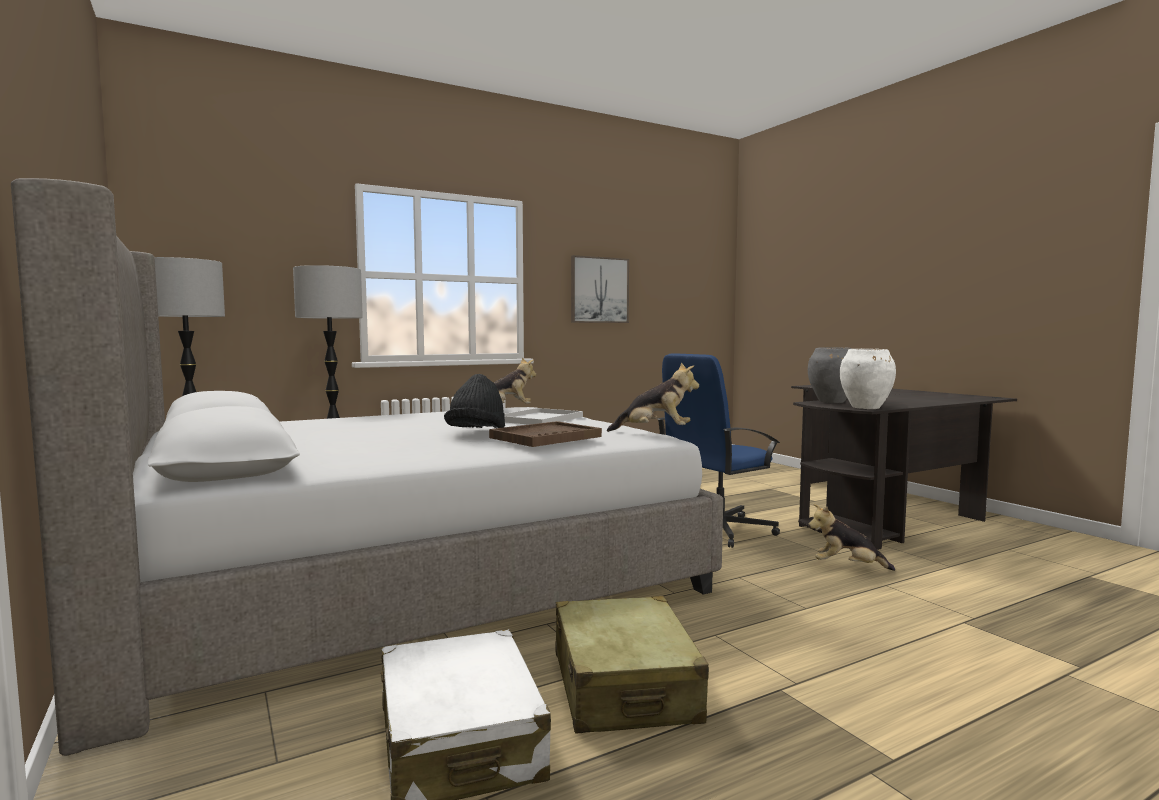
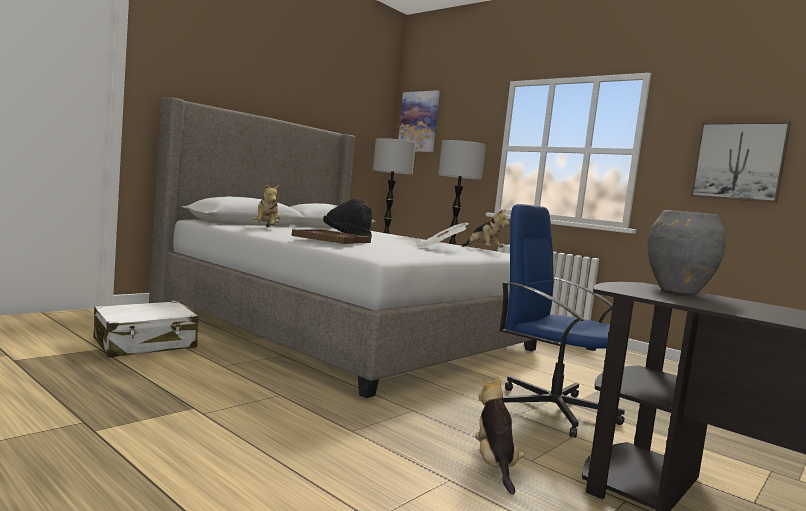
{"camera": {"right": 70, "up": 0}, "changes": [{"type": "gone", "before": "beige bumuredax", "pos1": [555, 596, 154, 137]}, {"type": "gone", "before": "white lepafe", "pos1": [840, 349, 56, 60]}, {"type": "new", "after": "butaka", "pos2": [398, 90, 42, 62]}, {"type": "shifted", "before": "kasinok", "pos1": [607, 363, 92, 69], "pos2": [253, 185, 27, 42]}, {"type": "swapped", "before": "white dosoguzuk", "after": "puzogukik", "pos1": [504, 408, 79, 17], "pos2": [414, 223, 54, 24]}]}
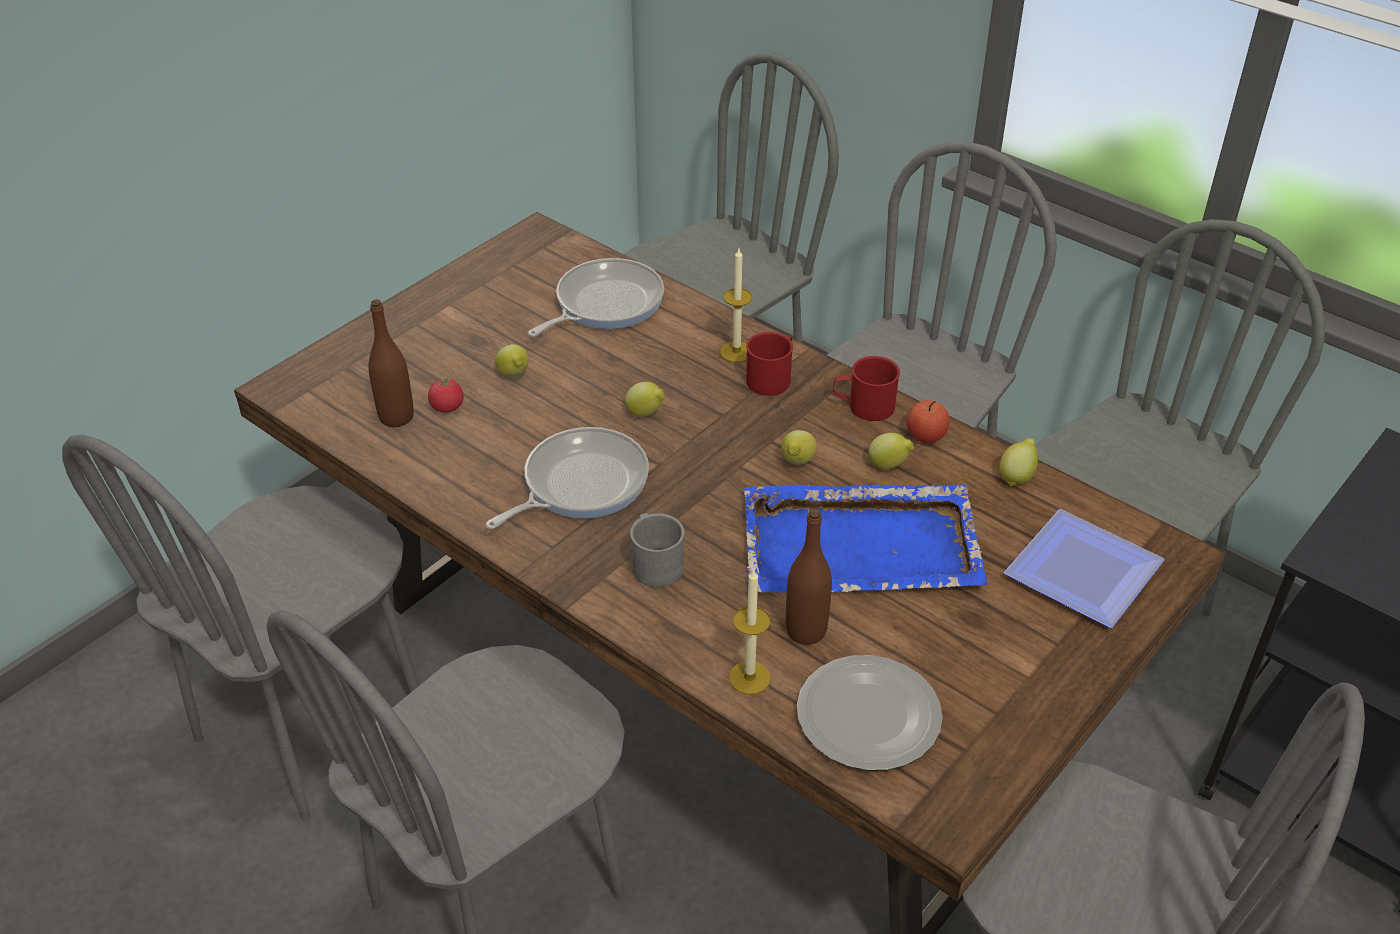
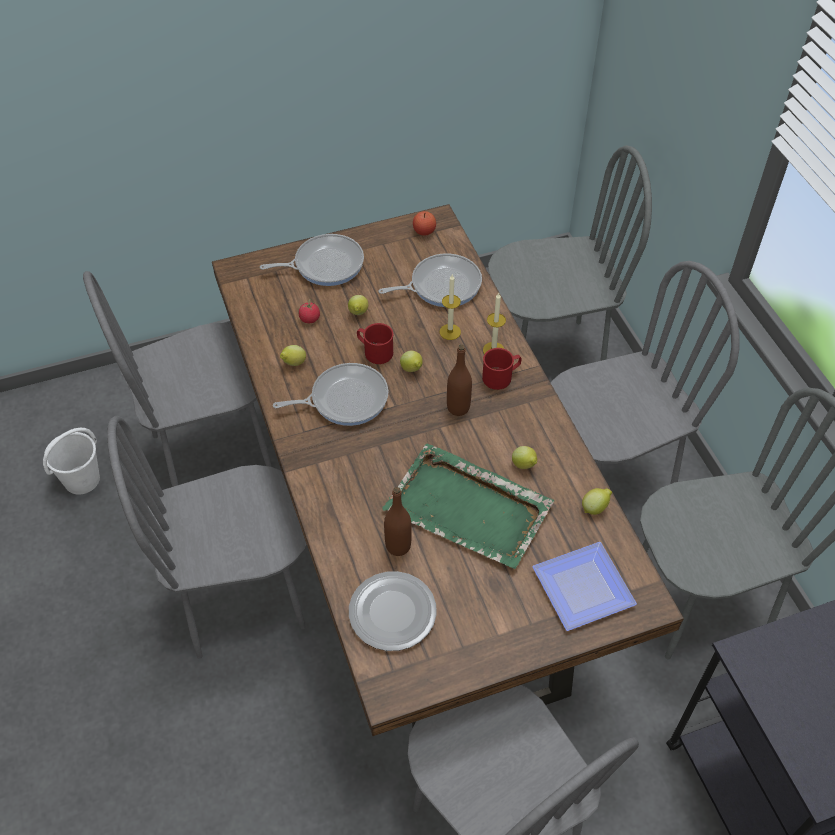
{"camera": {"right": 30, "up": 10}, "changes": [{"type": "gone", "before": "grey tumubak", "pos1": [630, 513, 54, 74]}, {"type": "new", "after": "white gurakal", "pos2": [43, 428, 57, 67]}, {"type": "new", "after": "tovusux", "pos2": [260, 234, 104, 52]}, {"type": "shifted", "before": "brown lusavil", "pos1": [369, 300, 45, 127], "pos2": [447, 345, 25, 71]}, {"type": "shifted", "before": "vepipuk", "pos1": [729, 568, 42, 126], "pos2": [440, 275, 21, 65]}, {"type": "shifted", "before": "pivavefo", "pos1": [781, 430, 36, 35], "pos2": [280, 345, 26, 21]}, {"type": "shifted", "before": "red tumubak", "pos1": [833, 356, 67, 65], "pos2": [357, 323, 36, 41]}, {"type": "shifted", "before": "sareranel", "pos1": [907, 400, 43, 43], "pos2": [413, 211, 23, 25]}, {"type": "repainted", "before": "blue dosoguzuk", "after": "green dosoguzuk", "pos1": [744, 484, 244, 109], "pos2": [382, 443, 172, 126]}]}
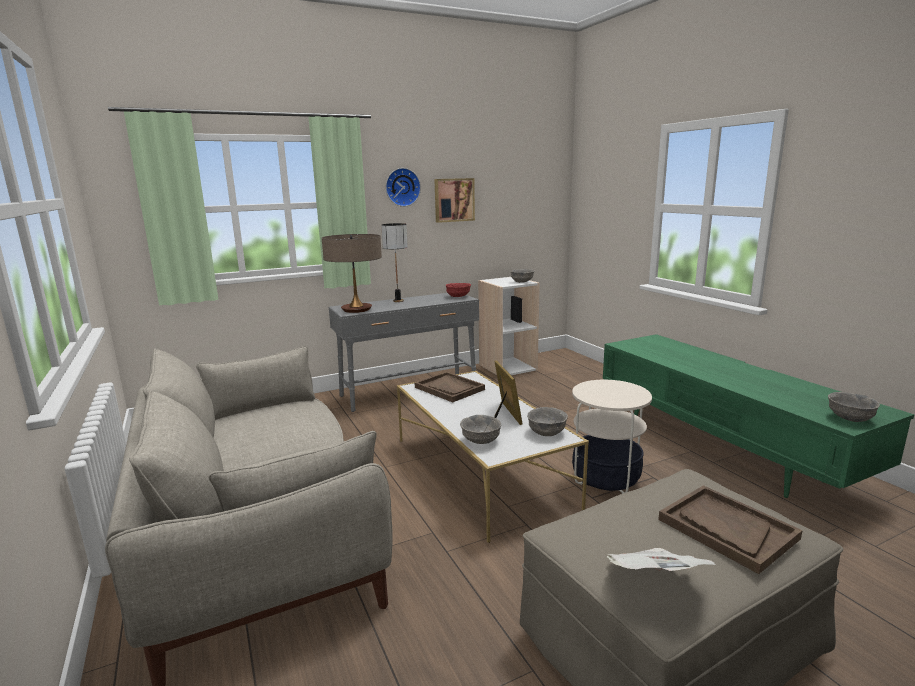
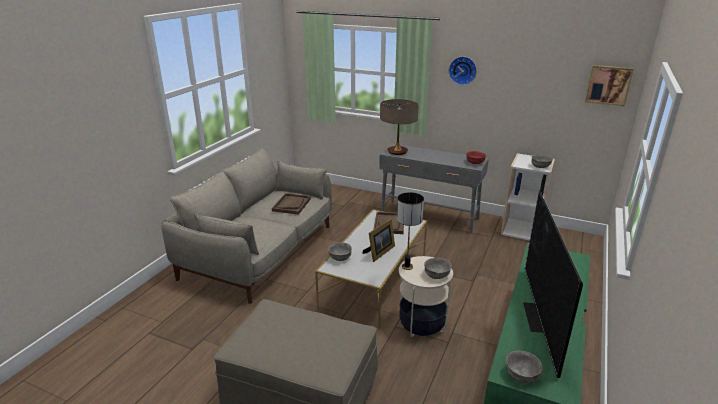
{"camera": {"right": 50, "up": 10}, "changes": [{"type": "gone", "before": "puzogukik", "pos1": [607, 548, 109, 23]}, {"type": "new", "after": "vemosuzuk", "pos2": [523, 191, 60, 187]}, {"type": "shifted", "before": "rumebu", "pos1": [381, 223, 27, 79], "pos2": [397, 192, 27, 78]}, {"type": "shifted", "before": "butaka", "pos1": [434, 178, 41, 45], "pos2": [585, 65, 49, 41]}, {"type": "shifted", "before": "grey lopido", "pos1": [527, 407, 41, 29], "pos2": [424, 258, 28, 21]}, {"type": "shifted", "before": "brown dosoguzuk", "pos1": [658, 485, 145, 89], "pos2": [272, 193, 39, 22]}]}
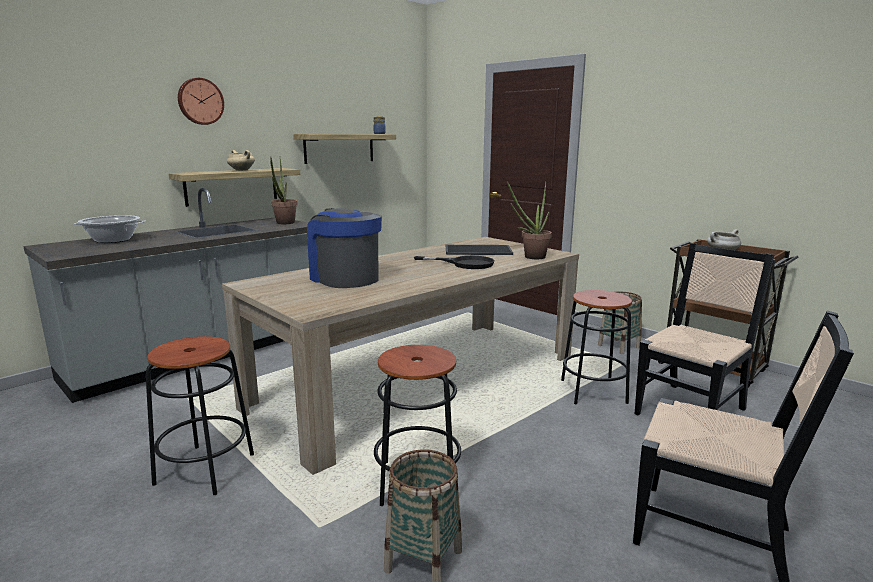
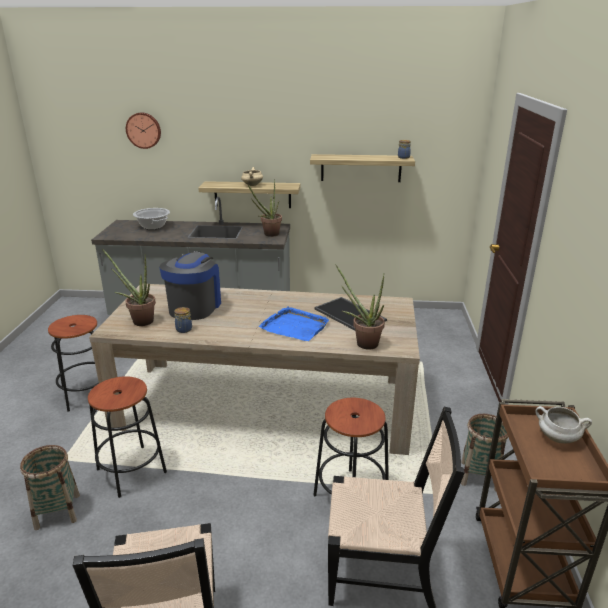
{"camera": {"right": 50, "up": 10}, "changes": [{"type": "new", "after": "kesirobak", "pos2": [102, 249, 54, 77]}, {"type": "new", "after": "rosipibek", "pos2": [174, 307, 18, 26]}, {"type": "shifted", "before": "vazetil", "pos1": [178, 78, 46, 47], "pos2": [126, 113, 35, 36]}, {"type": "swapped", "before": "black tovusux", "after": "blue dosoguzuk", "pos1": [414, 256, 80, 13], "pos2": [259, 306, 70, 35]}]}
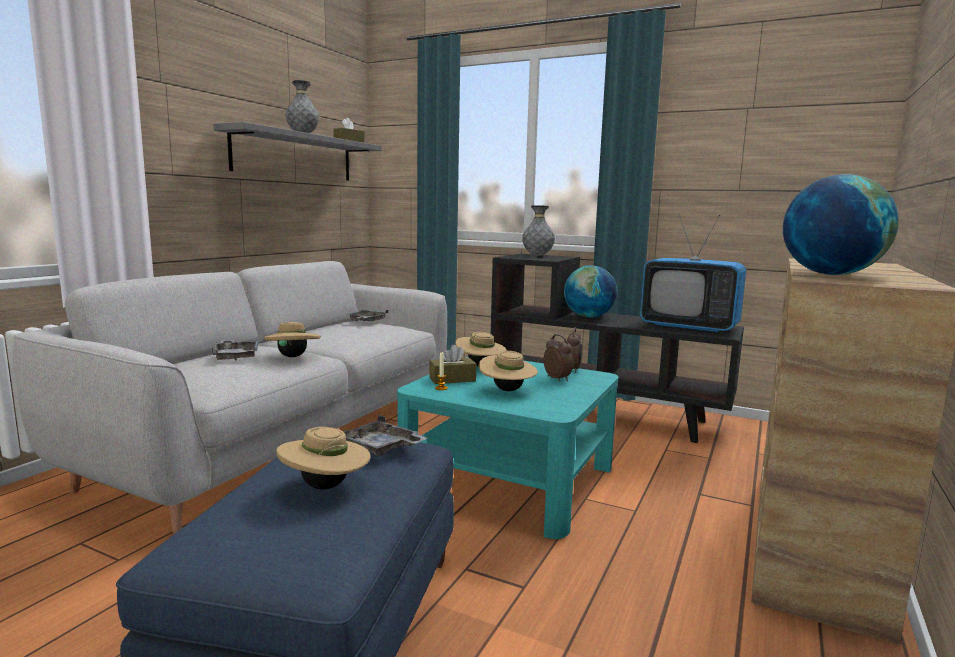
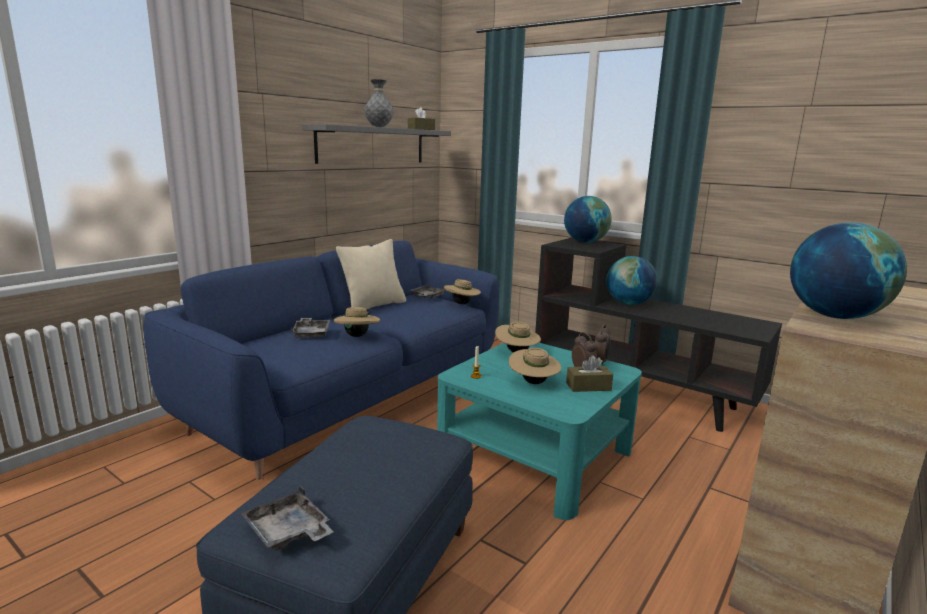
{"camera": {"right": 10, "up": 5}, "changes": [{"type": "gone", "before": "vemosuzuk", "pos1": [640, 214, 106, 119]}, {"type": "new", "after": "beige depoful", "pos2": [336, 239, 70, 71]}, {"type": "shifted", "before": "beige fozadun", "pos1": [277, 427, 94, 63], "pos2": [444, 279, 37, 25]}, {"type": "shifted", "before": "grey dosoguzuk", "pos1": [343, 415, 84, 41], "pos2": [241, 485, 92, 66]}, {"type": "shifted", "before": "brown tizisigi", "pos1": [429, 344, 47, 40], "pos2": [566, 355, 47, 37]}, {"type": "swapped", "before": "grey lepafe", "after": "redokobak", "pos1": [522, 205, 33, 51], "pos2": [564, 196, 48, 47]}, {"type": "repainted", "before": "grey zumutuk", "after": "blue zumutuk", "pos1": [13, 261, 434, 272], "pos2": [143, 241, 356, 239]}]}
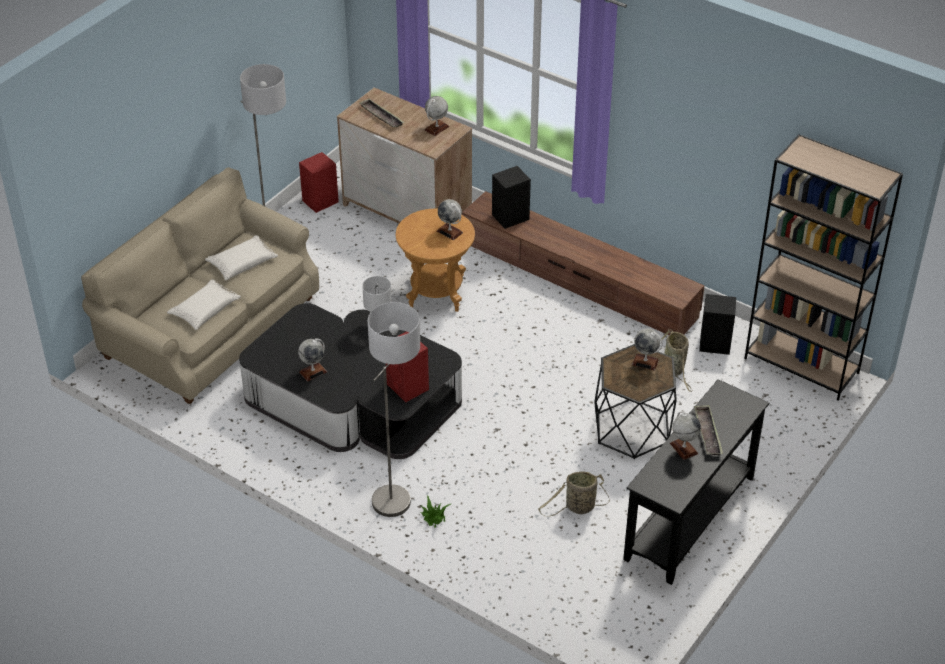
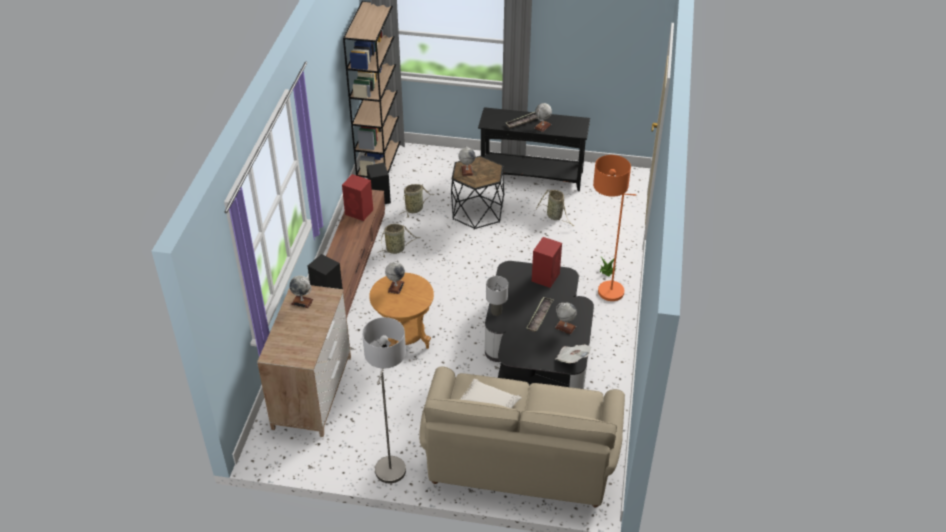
{"camera": {"right": -115, "up": 0}, "changes": [{"type": "gone", "before": "white depoful", "pos1": [167, 279, 74, 51]}, {"type": "new", "after": "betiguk", "pos2": [377, 224, 42, 34]}, {"type": "new", "after": "puzogukik", "pos2": [555, 344, 36, 19]}, {"type": "shifted", "before": "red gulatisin", "pos1": [299, 152, 40, 61], "pos2": [342, 174, 31, 47]}, {"type": "shifted", "before": "dosoguzuk", "pos1": [359, 99, 45, 28], "pos2": [527, 297, 27, 35]}, {"type": "repainted", "before": "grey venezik", "after": "orange venezik", "pos1": [368, 302, 52, 215], "pos2": [593, 155, 44, 146]}]}
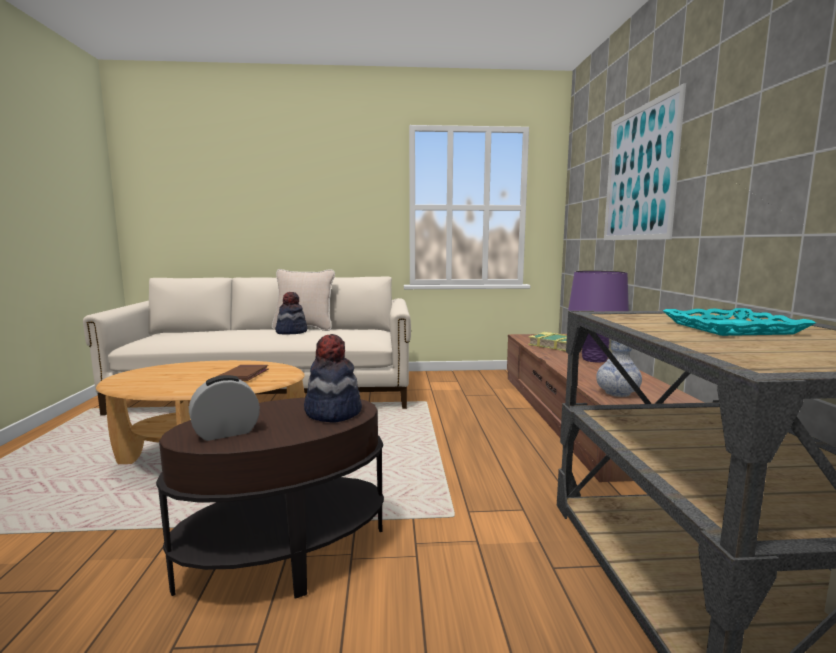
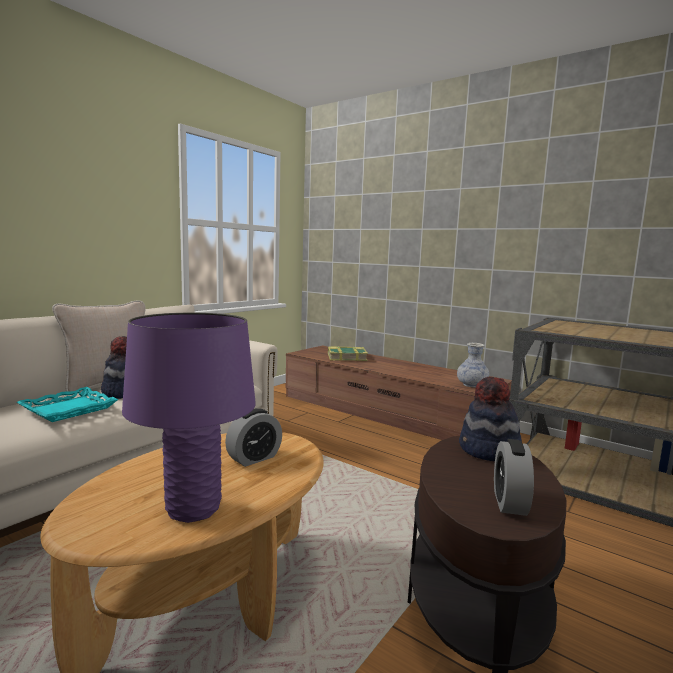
{"camera": {"right": -50, "up": 0}, "changes": [{"type": "gone", "before": "butaka", "pos1": [604, 83, 82, 157]}, {"type": "shifted", "before": "purple rumebu", "pos1": [568, 270, 61, 93], "pos2": [122, 313, 134, 210]}, {"type": "shifted", "before": "turquoise dosoguzuk", "pos1": [663, 308, 153, 28], "pos2": [17, 387, 102, 35]}, {"type": "swapped", "before": "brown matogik", "after": "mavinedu", "pos1": [218, 365, 50, 16], "pos2": [225, 408, 57, 59]}]}
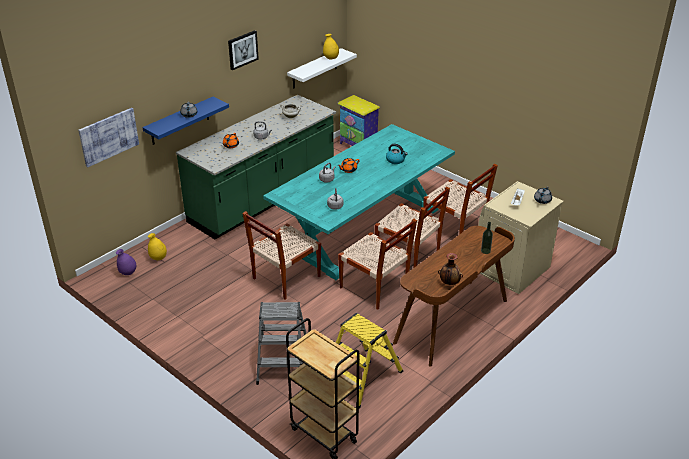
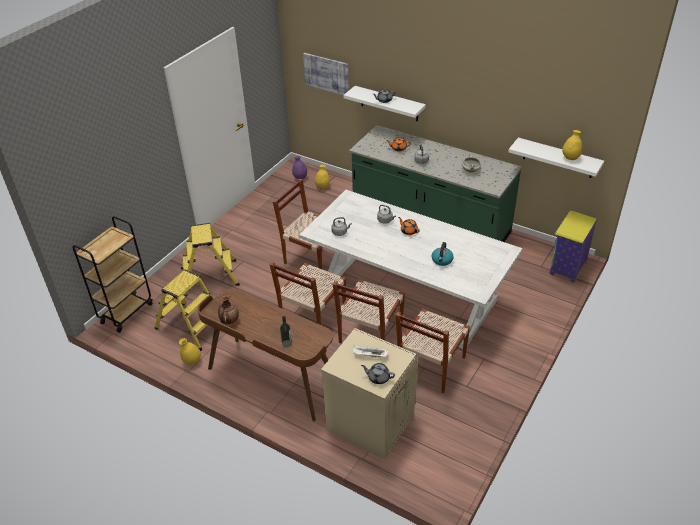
{"camera": {"right": 80, "up": 5}, "changes": [{"type": "gone", "before": "butaka", "pos1": [228, 30, 31, 40]}, {"type": "new", "after": "yellow lepafe", "pos2": [179, 338, 22, 27]}, {"type": "repainted", "before": "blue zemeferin", "after": "white zemeferin", "pos1": [142, 97, 87, 48], "pos2": [343, 86, 83, 35]}, {"type": "repainted", "before": "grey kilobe", "after": "yellow kilobe", "pos1": [256, 302, 51, 83], "pos2": [181, 223, 59, 63]}, {"type": "repainted", "before": "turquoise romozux", "after": "white romozux", "pos1": [263, 124, 192, 156], "pos2": [299, 190, 223, 158]}]}
